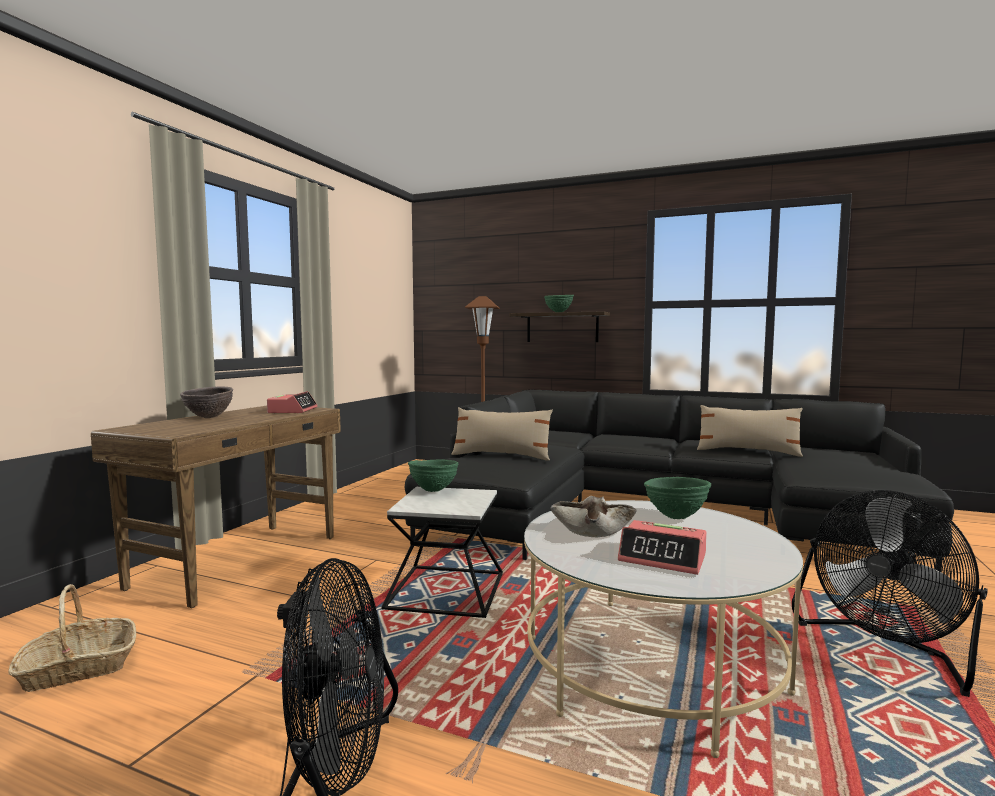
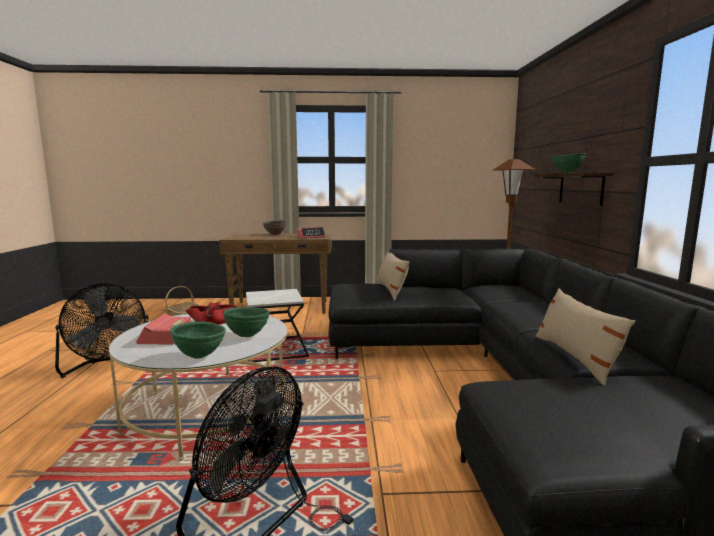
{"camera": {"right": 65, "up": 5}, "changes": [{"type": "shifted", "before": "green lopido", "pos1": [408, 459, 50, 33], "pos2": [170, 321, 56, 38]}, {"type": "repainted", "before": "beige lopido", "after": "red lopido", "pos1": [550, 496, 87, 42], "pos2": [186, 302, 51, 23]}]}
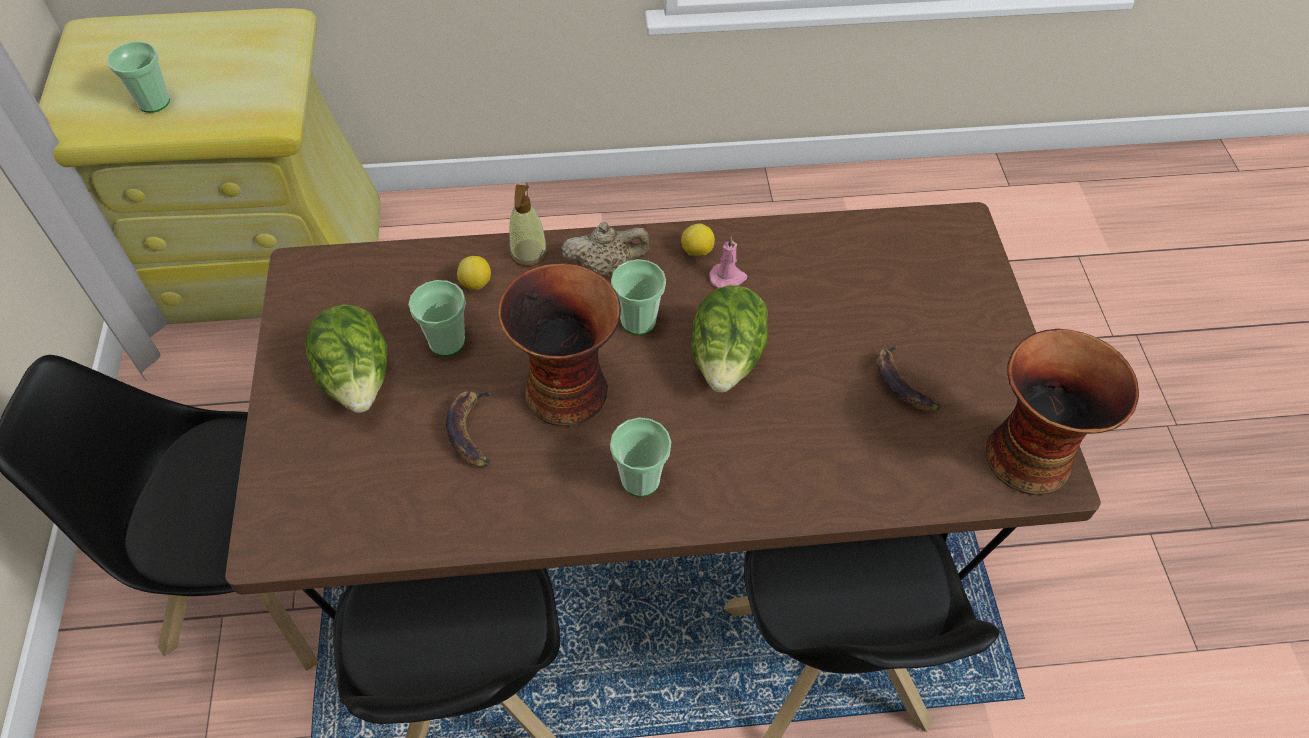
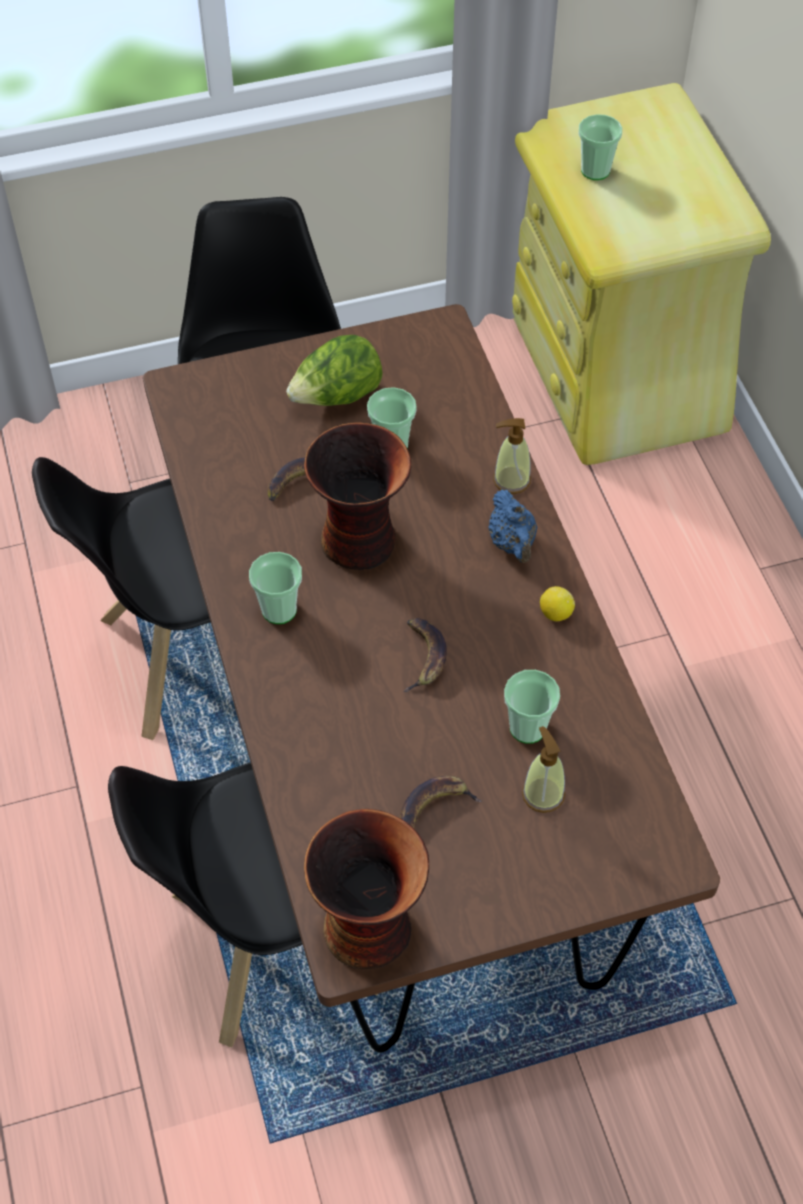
{"camera": {"right": 80, "up": 0}, "changes": [{"type": "gone", "before": "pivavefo", "pos1": [457, 256, 34, 34]}, {"type": "gone", "before": "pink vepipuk", "pos1": [709, 236, 38, 52]}, {"type": "new", "after": "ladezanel", "pos2": [522, 726, 43, 87]}, {"type": "shifted", "before": "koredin", "pos1": [611, 259, 55, 76], "pos2": [504, 670, 56, 74]}, {"type": "swapped", "before": "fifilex", "after": "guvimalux", "pos1": [691, 285, 77, 108], "pos2": [404, 618, 43, 74]}, {"type": "repainted", "before": "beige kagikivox", "after": "blue kagikivox", "pos1": [561, 222, 91, 54], "pos2": [488, 490, 50, 73]}]}
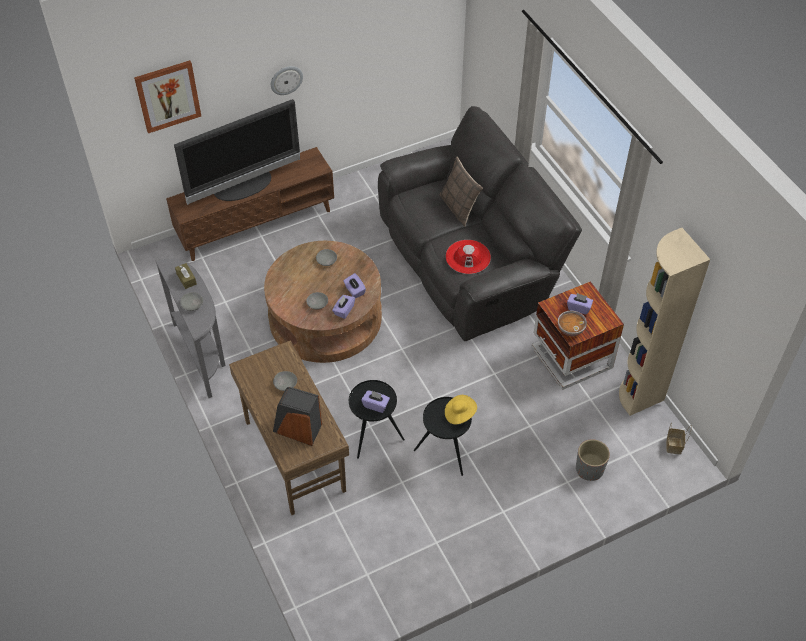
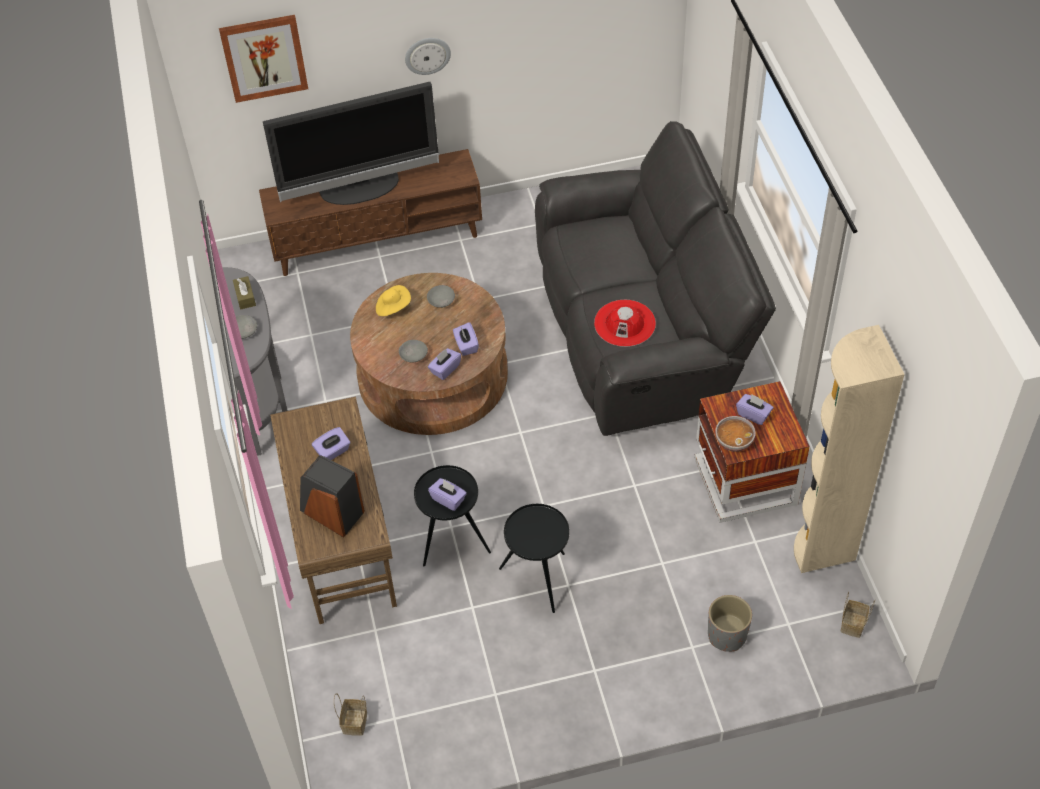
{"camera": {"right": 15, "up": 0}, "changes": [{"type": "gone", "before": "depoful", "pos1": [440, 157, 43, 70]}, {"type": "new", "after": "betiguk", "pos2": [334, 693, 33, 43]}, {"type": "shifted", "before": "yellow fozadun", "pos1": [445, 395, 32, 29], "pos2": [376, 285, 35, 31]}, {"type": "swapped", "before": "grey lopido", "after": "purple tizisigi", "pos1": [273, 371, 24, 20], "pos2": [312, 427, 39, 33]}]}
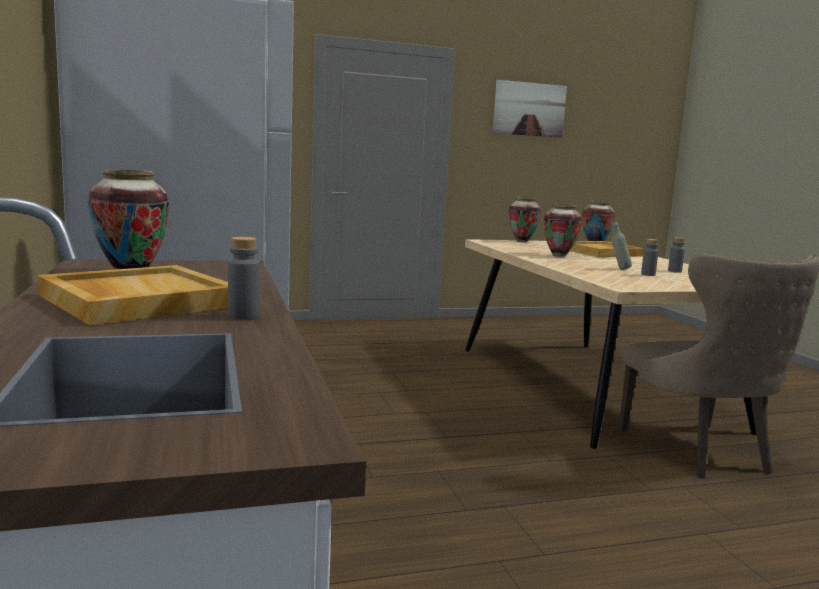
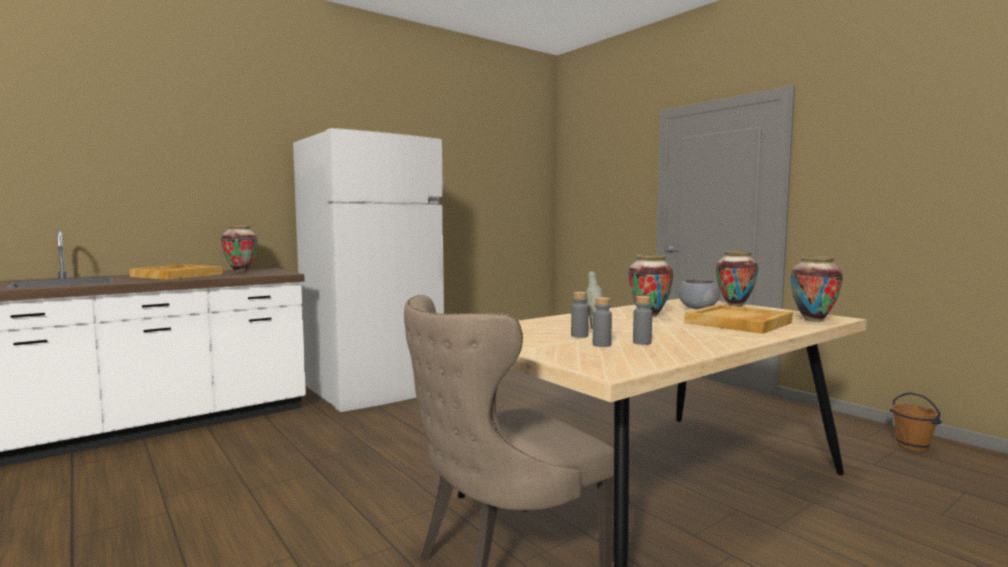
{"camera": {"right": 70, "up": -5}, "changes": [{"type": "gone", "before": "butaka", "pos1": [493, 80, 74, 58]}, {"type": "new", "after": "grey lopido", "pos2": [679, 279, 41, 30]}, {"type": "new", "after": "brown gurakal", "pos2": [890, 392, 52, 60]}, {"type": "shifted", "before": "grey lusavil", "pos1": [228, 237, 32, 82], "pos2": [593, 297, 19, 50]}]}
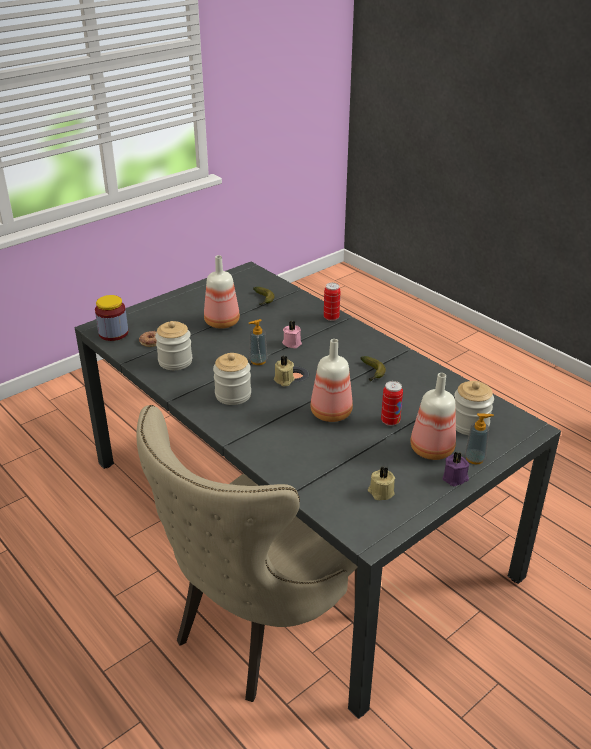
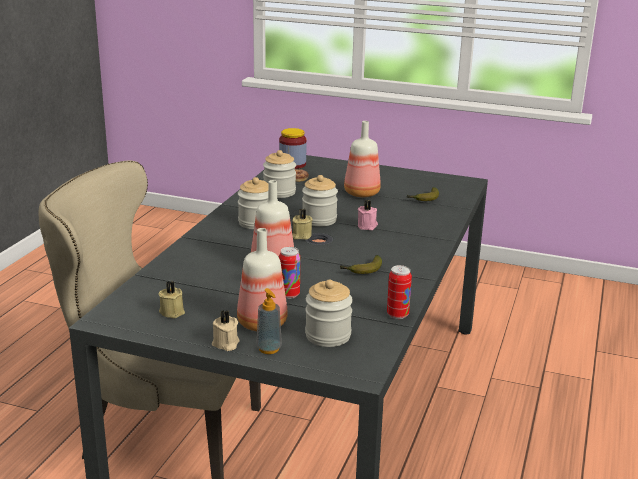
{"camera": {"right": 60, "up": -10}, "changes": [{"type": "shifted", "before": "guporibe", "pos1": [324, 283, 17, 38], "pos2": [387, 265, 25, 54]}, {"type": "swapped", "before": "ladezanel", "after": "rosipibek", "pos1": [249, 319, 18, 46], "pos2": [302, 175, 36, 51]}, {"type": "repainted", "before": "purple vepipuk", "after": "beige vepipuk", "pos1": [443, 452, 26, 34], "pos2": [212, 310, 28, 41]}]}
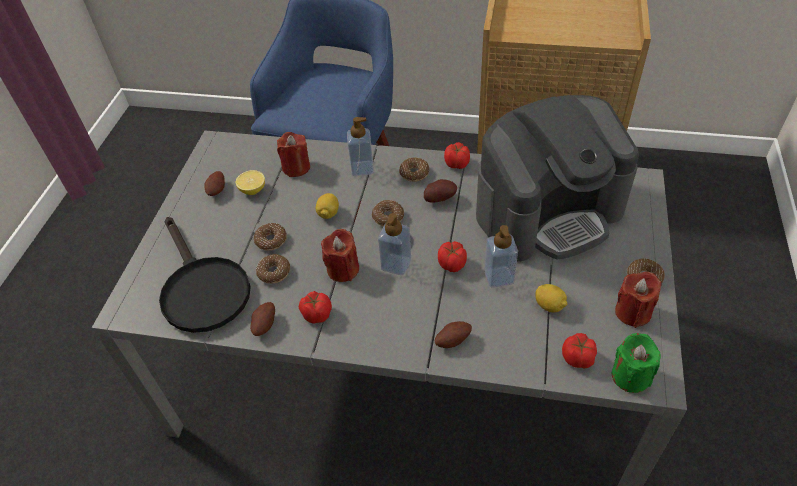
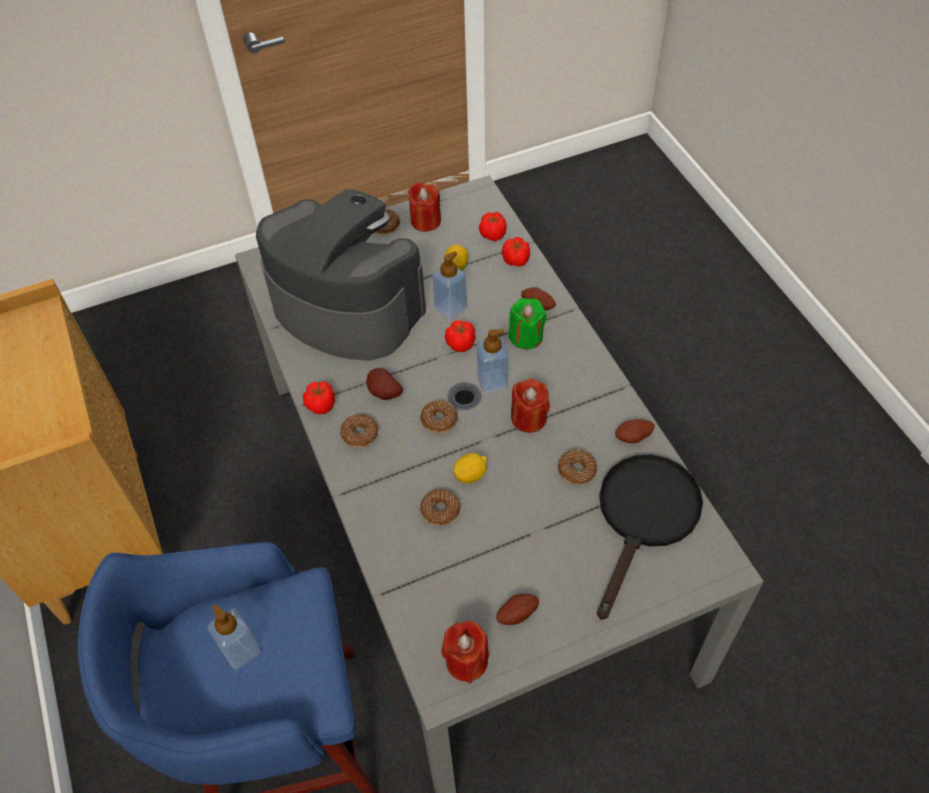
{"camera": {"right": -125, "up": 5}, "changes": [{"type": "gone", "before": "pivavefo", "pos1": [236, 170, 29, 25]}, {"type": "shifted", "before": "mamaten", "pos1": [254, 223, 33, 28], "pos2": [420, 489, 40, 37]}, {"type": "shifted", "before": "red vepipuk", "pos1": [277, 132, 33, 45], "pos2": [441, 621, 48, 62]}, {"type": "shifted", "before": "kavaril", "pos1": [299, 291, 33, 33], "pos2": [502, 237, 28, 29]}, {"type": "shifted", "before": "ladezanel", "pos1": [347, 117, 27, 59], "pos2": [207, 604, 53, 66]}, {"type": "shifted", "before": "green vepipuk", "pos1": [612, 333, 49, 60], "pos2": [508, 298, 39, 51]}]}
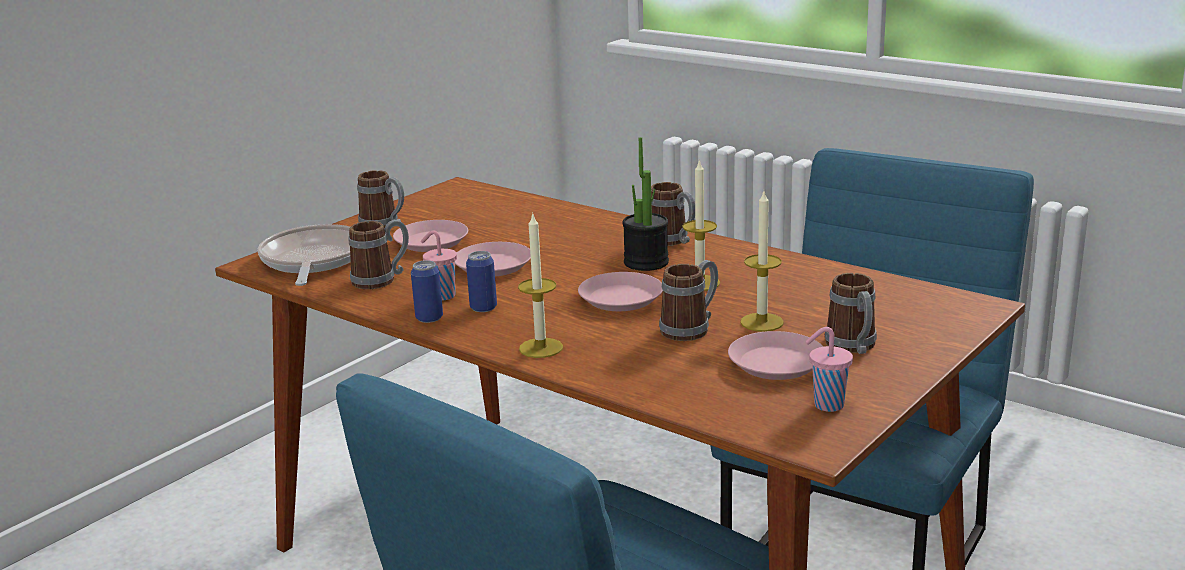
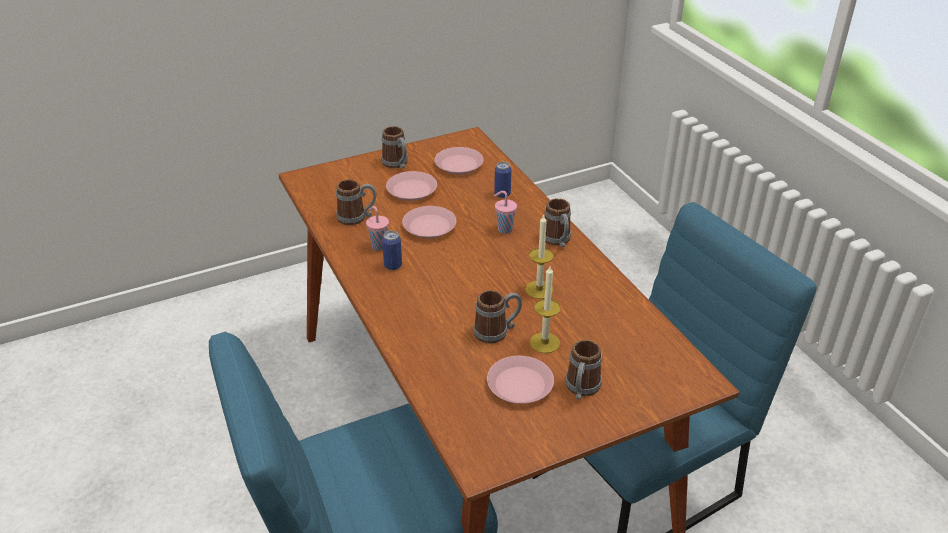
{"camera": {"right": 25, "up": 15}, "changes": [{"type": "gone", "before": "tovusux", "pos1": [258, 224, 93, 62]}, {"type": "gone", "before": "vepipuk", "pos1": [518, 212, 45, 146]}, {"type": "gone", "before": "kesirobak", "pos1": [623, 137, 46, 134]}, {"type": "shifted", "before": "guporibe", "pos1": [411, 260, 32, 63], "pos2": [494, 162, 17, 36]}, {"type": "shifted", "before": "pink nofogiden", "pos1": [578, 272, 85, 39], "pos2": [434, 147, 50, 28]}, {"type": "shifted", "before": "pink koredin", "pos1": [805, 327, 48, 85], "pos2": [494, 191, 23, 43]}]}
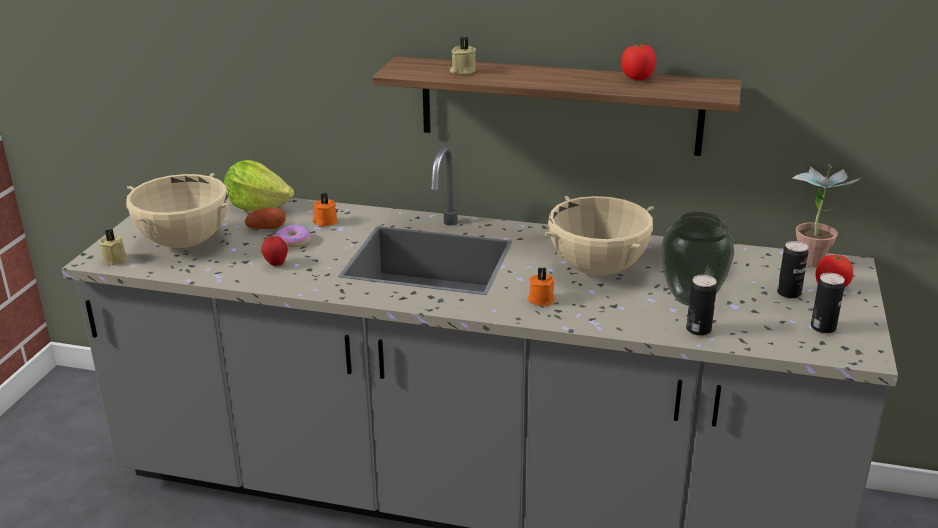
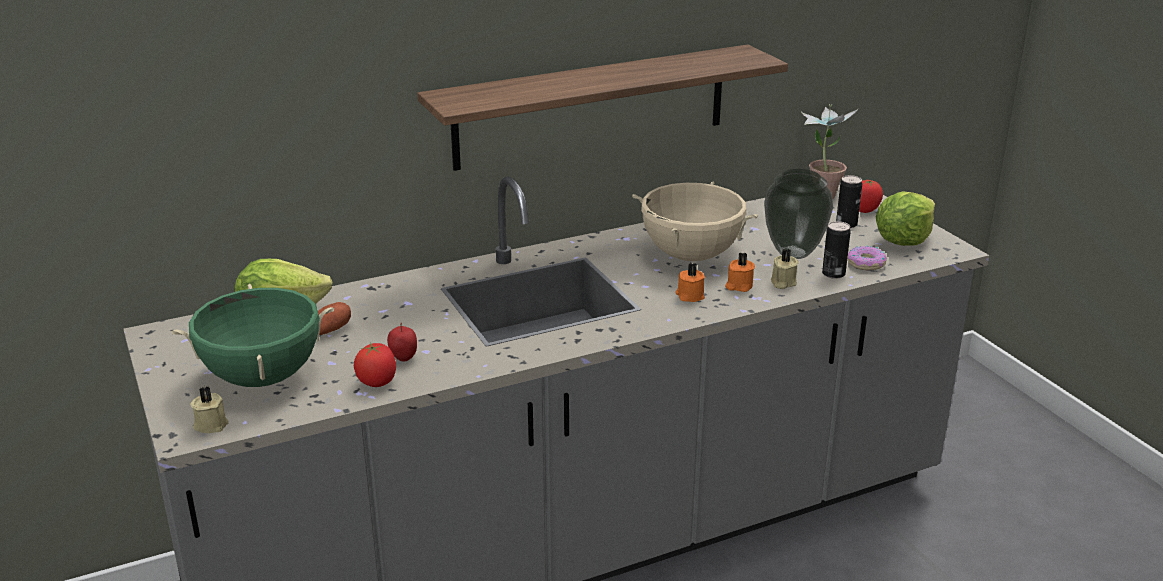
{"camera": {"right": -40, "up": 0}, "changes": [{"type": "shifted", "before": "mamaten", "pos1": [275, 225, 36, 22], "pos2": [847, 246, 40, 24]}, {"type": "shifted", "before": "orange vepipuk", "pos1": [312, 193, 26, 33], "pos2": [725, 252, 30, 40]}, {"type": "shifted", "before": "beige vepipuk", "pos1": [450, 37, 26, 37], "pos2": [771, 249, 28, 40]}, {"type": "shifted", "before": "kavaril", "pos1": [621, 44, 35, 36], "pos2": [354, 343, 42, 44]}, {"type": "swapped", "before": "guporibe", "after": "fifilex", "pos1": [811, 273, 34, 61], "pos2": [876, 191, 59, 55]}, {"type": "repainted", "before": "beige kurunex", "after": "green kurunex", "pos1": [126, 173, 104, 75], "pos2": [171, 284, 163, 103]}]}
